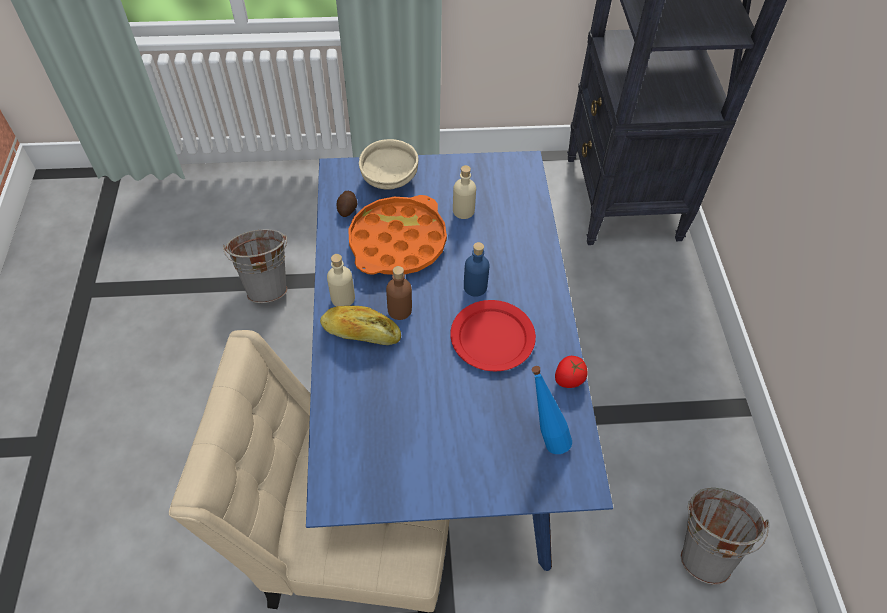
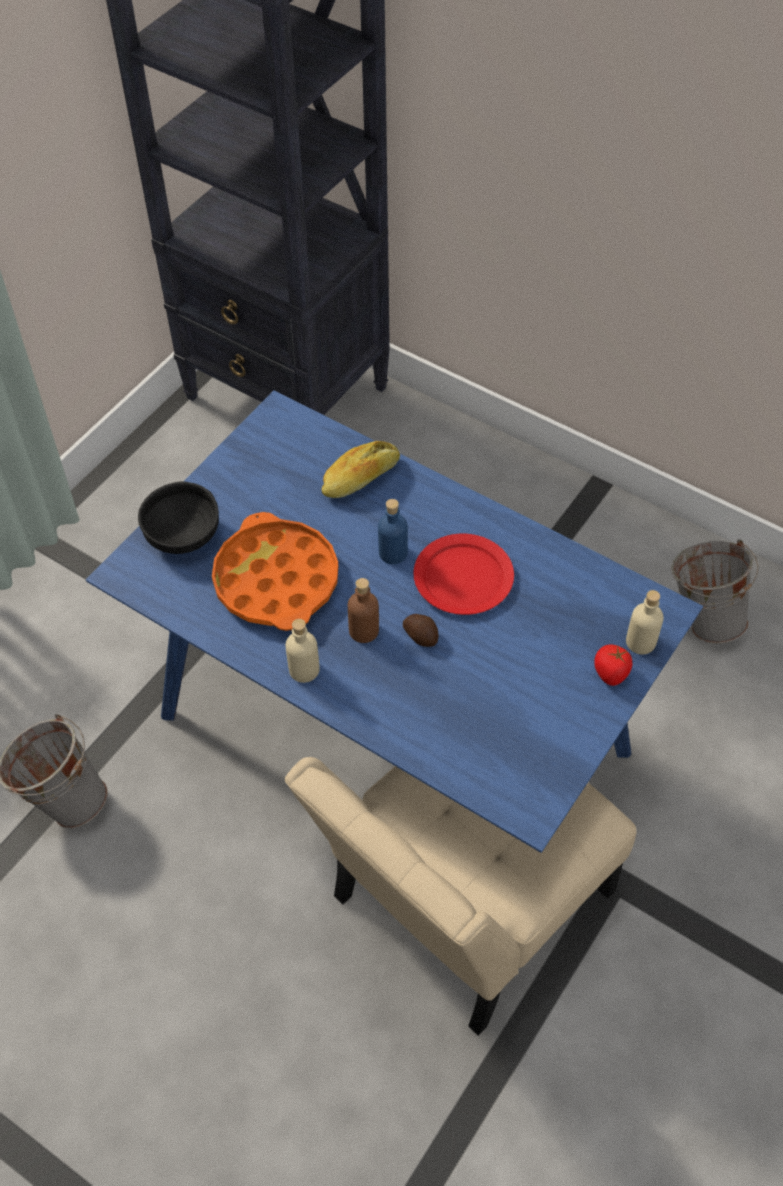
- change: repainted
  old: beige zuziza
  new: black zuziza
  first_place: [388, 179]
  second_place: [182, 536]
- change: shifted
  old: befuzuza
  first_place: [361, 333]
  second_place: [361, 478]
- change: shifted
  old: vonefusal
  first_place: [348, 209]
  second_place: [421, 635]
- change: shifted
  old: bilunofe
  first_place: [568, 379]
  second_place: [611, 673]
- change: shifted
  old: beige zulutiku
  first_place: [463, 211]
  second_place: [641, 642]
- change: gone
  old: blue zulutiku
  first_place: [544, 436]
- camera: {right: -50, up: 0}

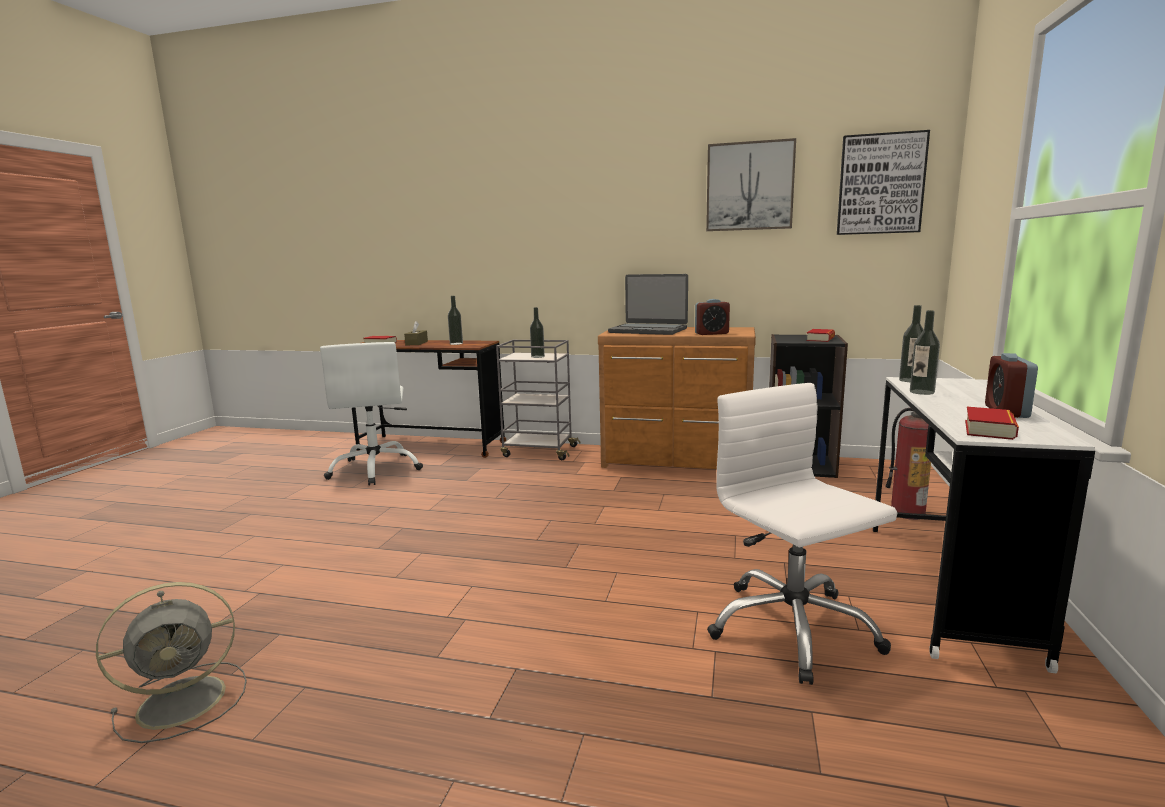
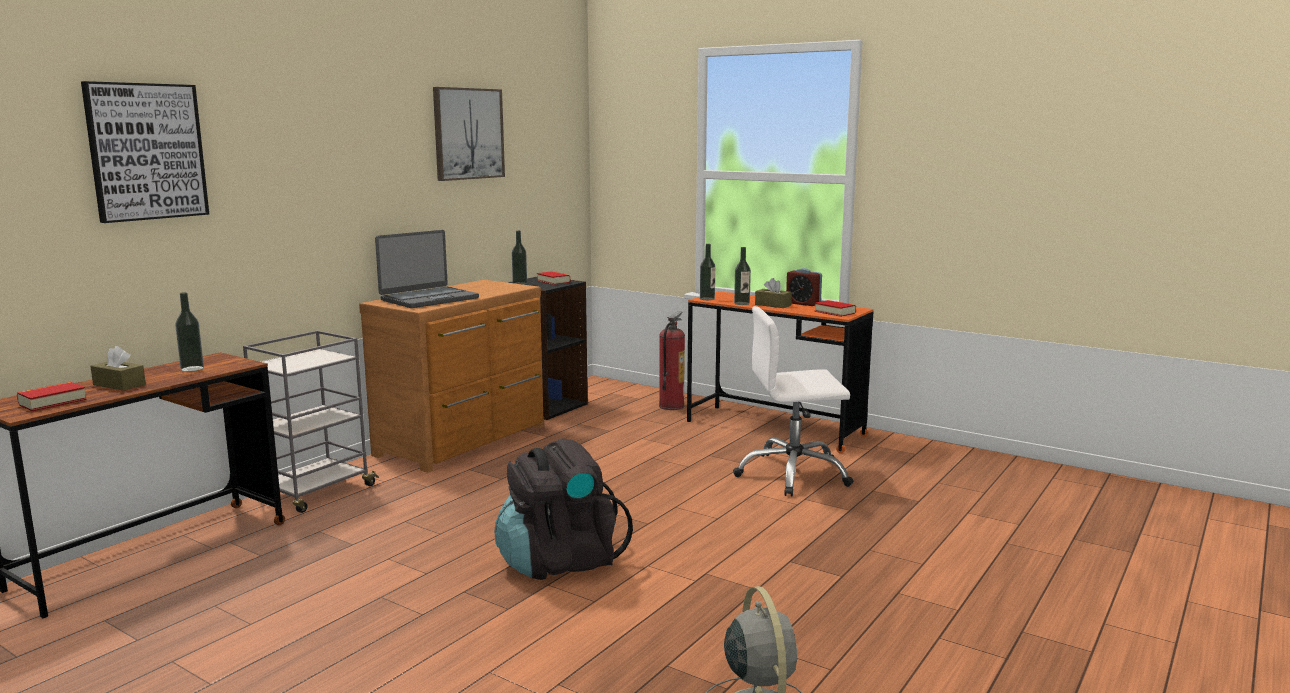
- change: shifted
  old: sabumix
  first_place: [880, 184]
  second_place: [146, 151]
- change: new
  new: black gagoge
  second_place: [559, 561]
- change: shifted
  old: zulutiku
  first_place: [537, 356]
  second_place: [519, 283]
- change: repainted
  old: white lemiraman
  new: orange lemiraman
  first_place: [945, 587]
  second_place: [774, 428]
- change: new
  new: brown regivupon
  second_place: [773, 305]
- change: gone
  old: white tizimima
  first_place: [376, 469]
- change: gone
  old: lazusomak
  first_place: [711, 333]
- camera: {right: -70, up: 0}

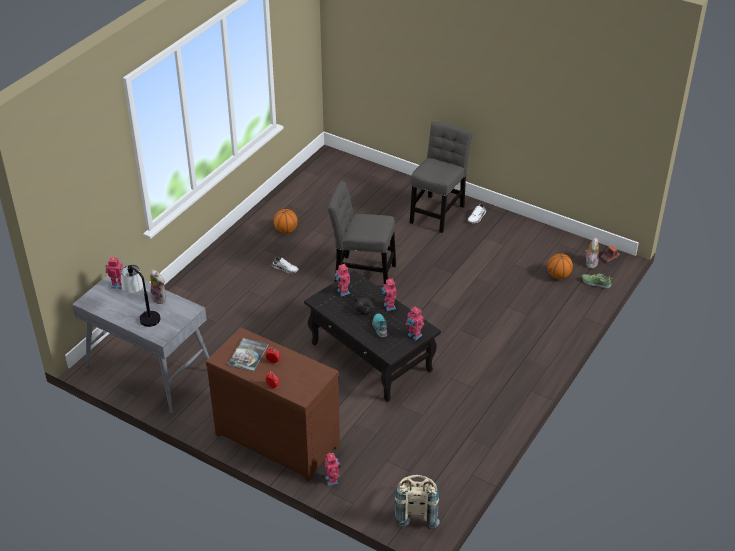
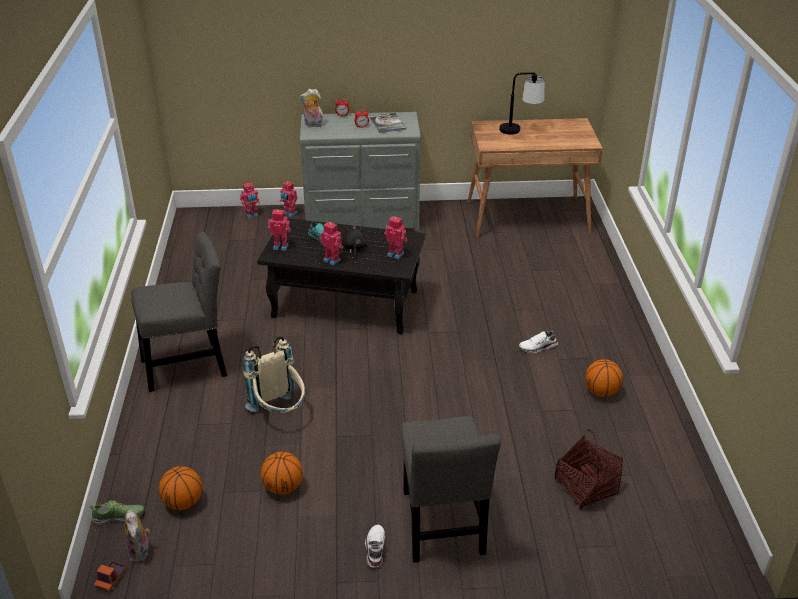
- change: shifted
  old: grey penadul
  first_place: [362, 272]
  second_place: [189, 365]
- change: shifted
  old: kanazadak
  first_place: [118, 285]
  second_place: [251, 215]
- change: shifted
  old: beige gagoge
  first_place: [416, 511]
  second_place: [280, 413]
- change: new
  new: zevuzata
  second_place: [283, 487]
- change: shifted
  old: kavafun
  first_place: [160, 298]
  second_place: [313, 125]
- change: repainted
  old: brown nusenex
  new: grey nusenex
  first_place: [278, 437]
  second_place: [363, 220]
- change: repainted
  old: grey lemiraman
  new: brown lemiraman
  first_place: [149, 370]
  second_place: [528, 217]
- change: new
  new: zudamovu
  second_place: [585, 487]
- camera: {right: 145, up: -5}

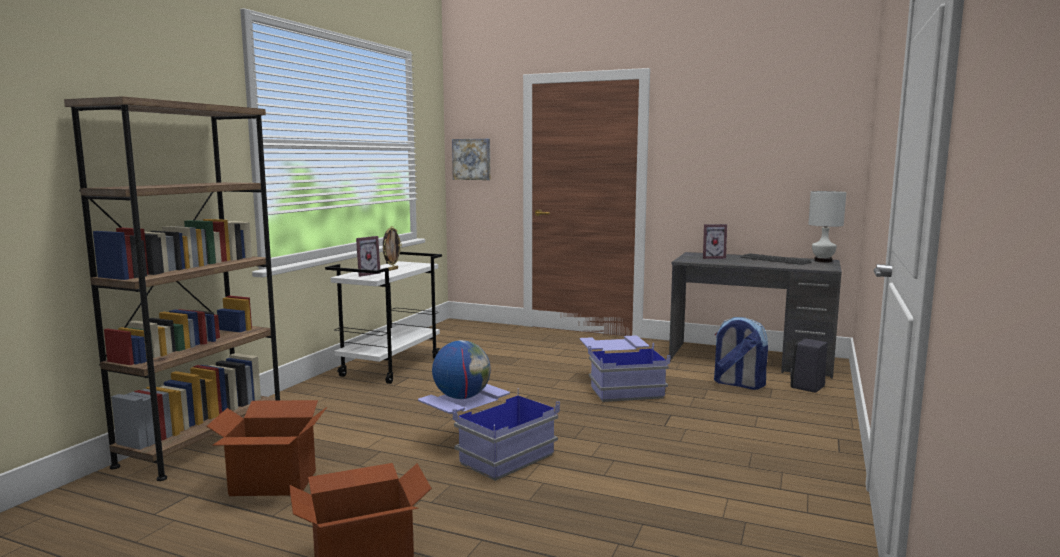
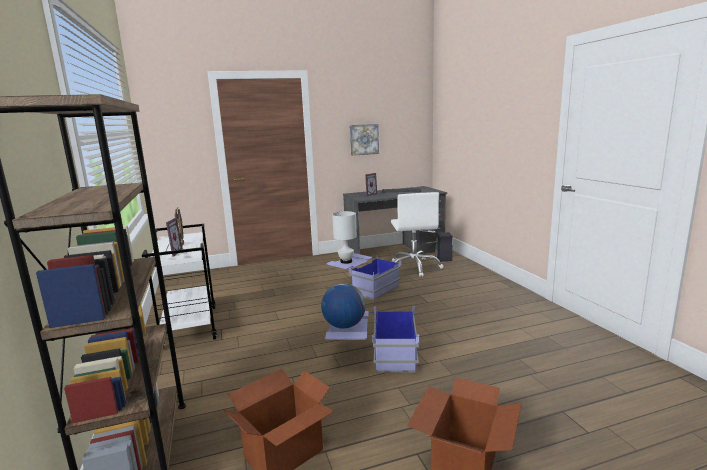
- change: shifted
  old: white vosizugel
  first_place: [822, 261]
  second_place: [346, 261]
- change: shifted
  old: sabumix
  first_place: [472, 159]
  second_place: [363, 139]
- change: swapped
  old: gagoge
  new: white tizimima
  first_place: [737, 384]
  second_place: [414, 267]
- camera: {right: -40, up: 5}

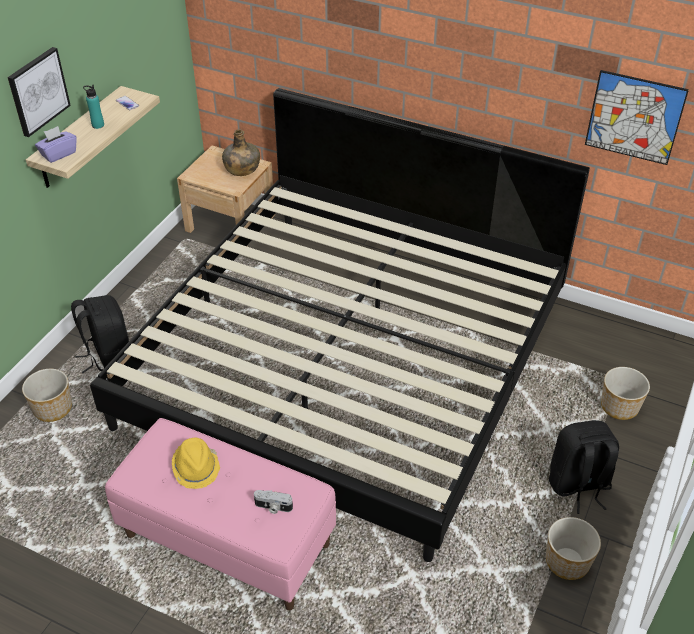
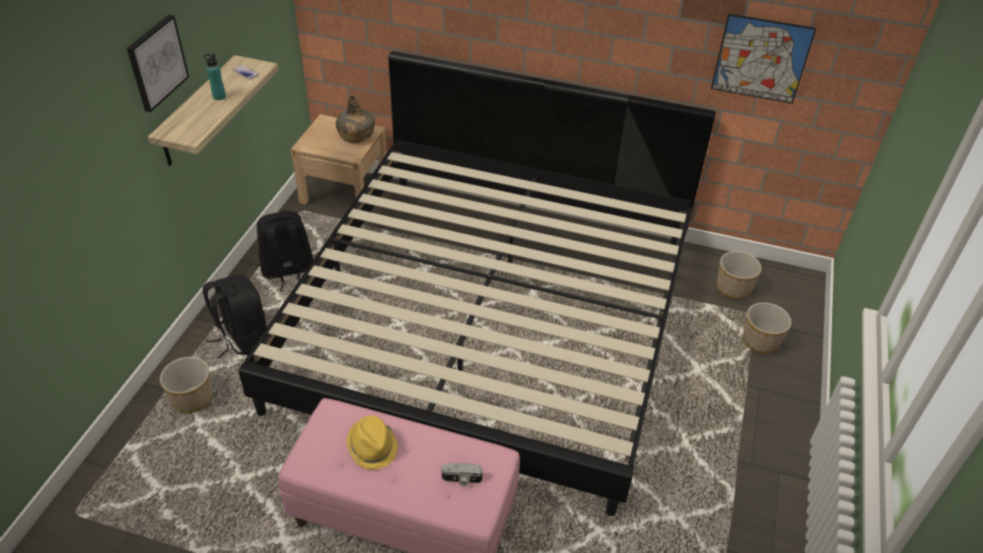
- change: shifted
  old: black gagoge
  first_place: [578, 485]
  second_place: [288, 271]
- change: shifted
  old: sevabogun
  first_place: [566, 561]
  second_place: [732, 288]
- change: gone
  old: purple regivupon
  first_place: [58, 154]
- camera: {right: -10, up: 0}

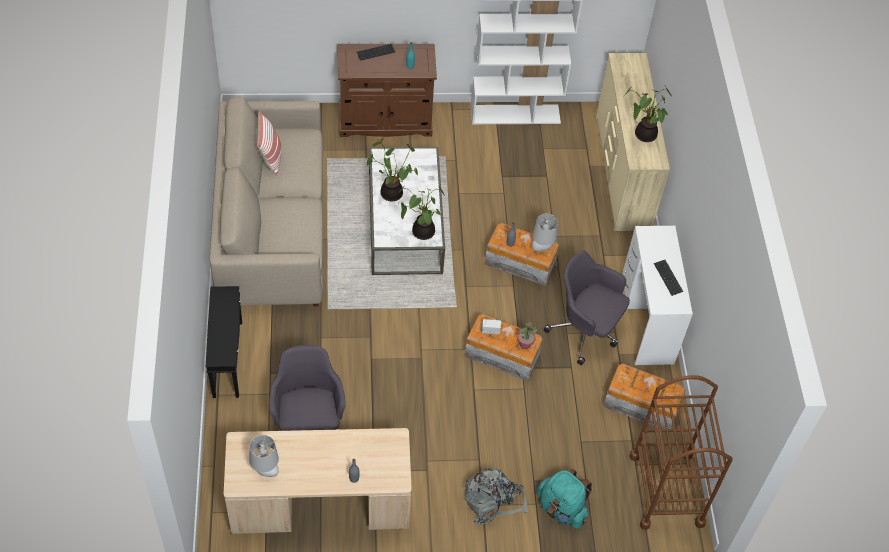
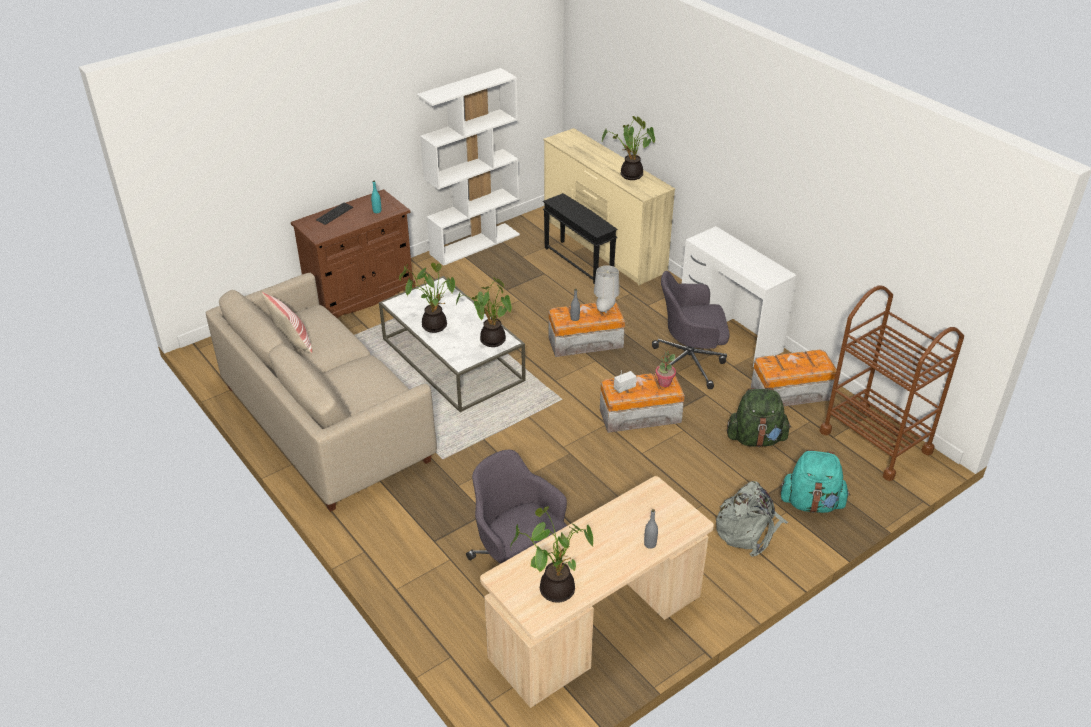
- change: swapped
  old: grey vosizugel
  new: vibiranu
  first_place: [265, 471]
  second_place: [555, 588]
- change: shifted
  old: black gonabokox
  first_place: [228, 359]
  second_place: [579, 261]
- change: new
  new: green gagoge
  second_place: [756, 439]
- change: gone
  old: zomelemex
  first_place: [668, 278]
- camera: {right: -30, up: -15}

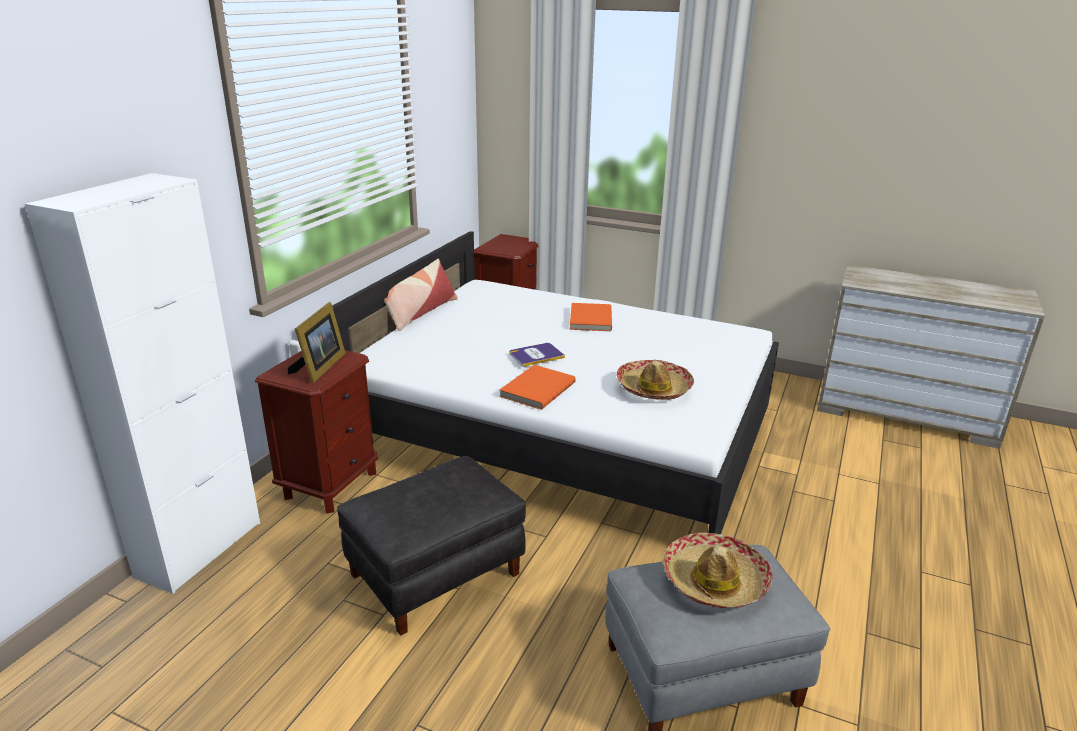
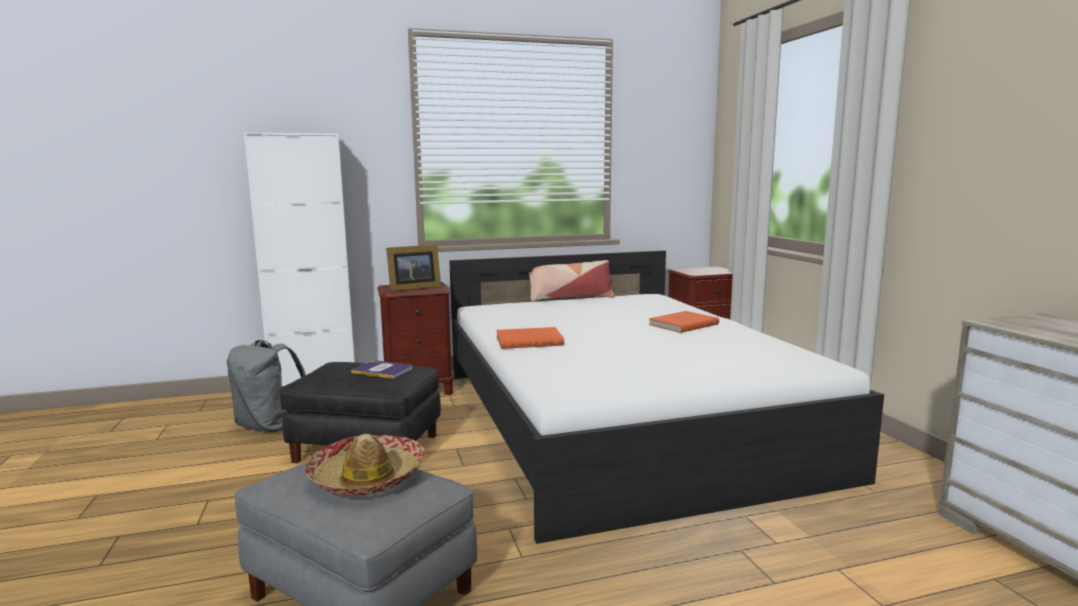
- change: new
  new: grey gagoge
  second_place: [269, 426]
- change: shifted
  old: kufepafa
  first_place: [536, 355]
  second_place: [383, 370]
- change: gone
  old: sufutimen
  first_place: [653, 388]
- camera: {right: 50, up: -15}

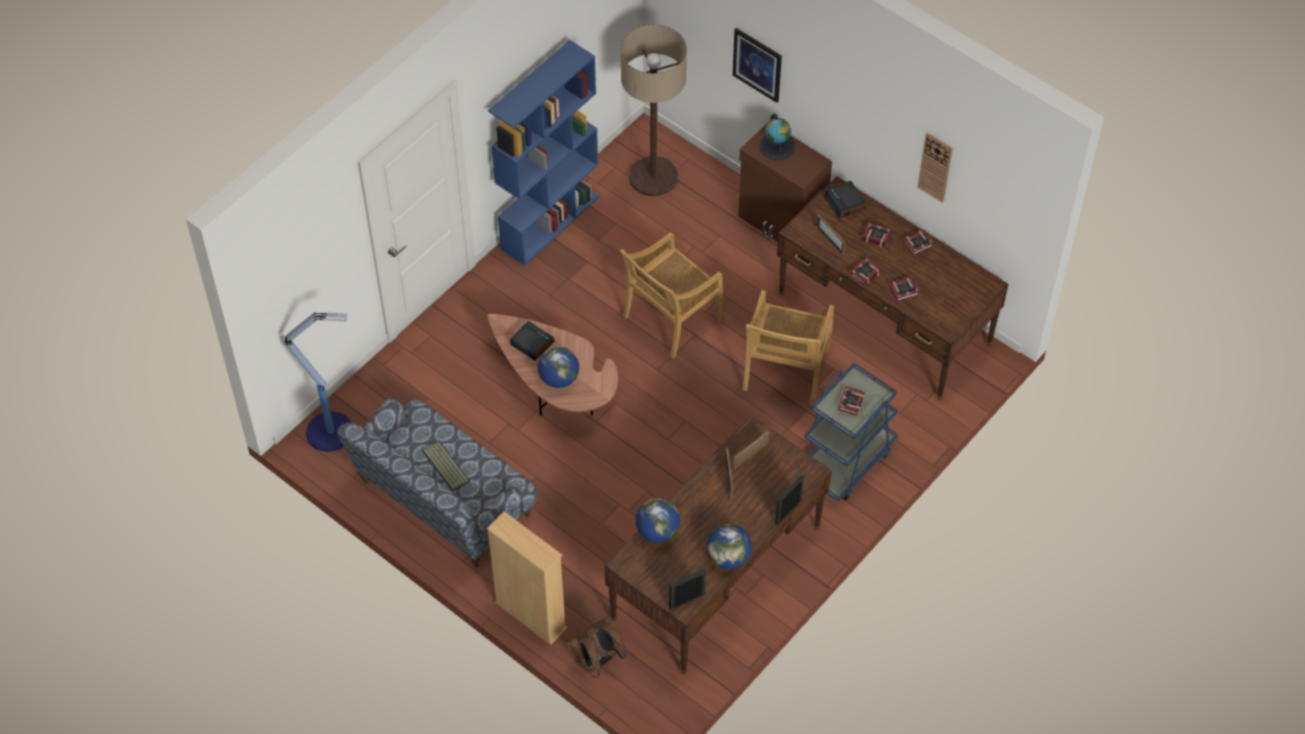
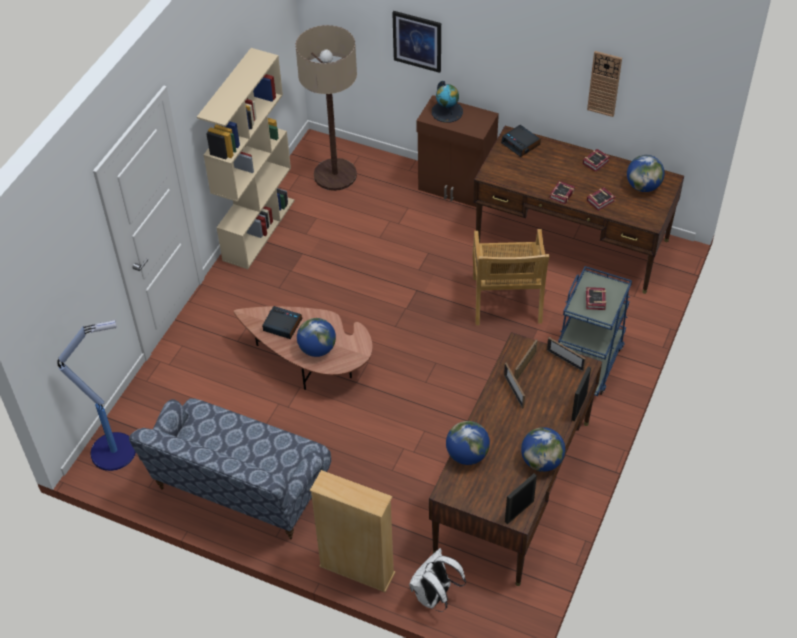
- change: repainted
  old: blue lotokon
  new: beige lotokon
  first_place: [550, 222]
  second_place: [258, 229]
- change: repainted
  old: brown gagoge
  new: white gagoge
  first_place: [597, 661]
  second_place: [434, 596]
- change: shifted
  old: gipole
  first_place: [829, 240]
  second_place: [565, 360]
- change: new
  new: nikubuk
  second_place: [643, 186]
- change: gone
  old: zomelemex
  first_place: [444, 466]
- change: gone
  old: beige penadul
  first_place: [671, 319]
- change: gone
  old: kufepafa
  first_place: [875, 235]
- camera: {right: -15, up: -5}

